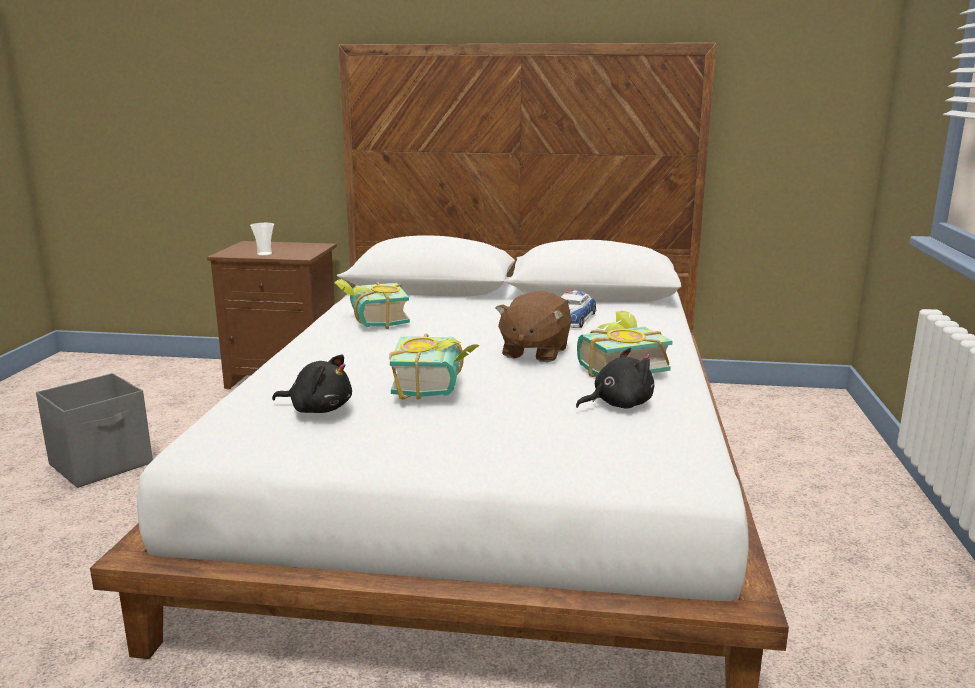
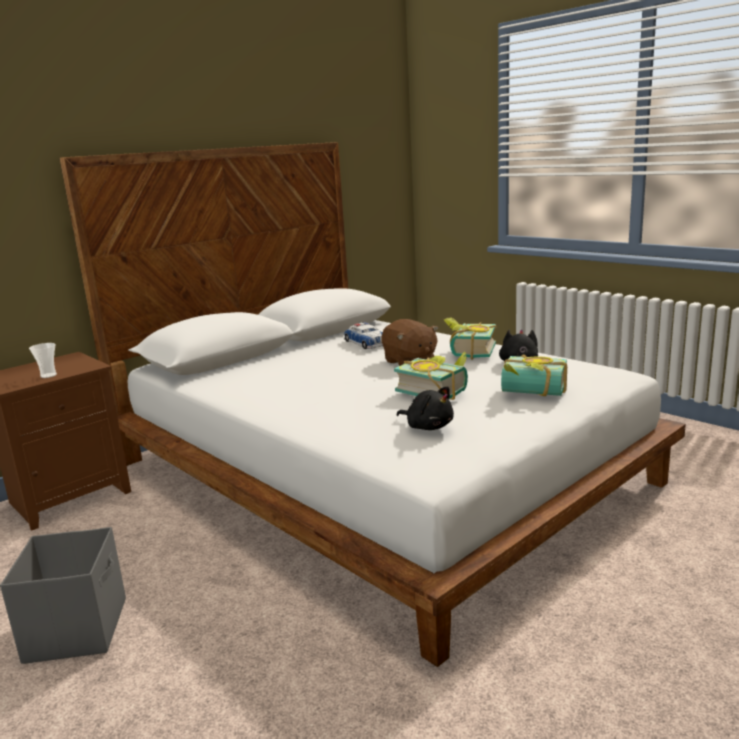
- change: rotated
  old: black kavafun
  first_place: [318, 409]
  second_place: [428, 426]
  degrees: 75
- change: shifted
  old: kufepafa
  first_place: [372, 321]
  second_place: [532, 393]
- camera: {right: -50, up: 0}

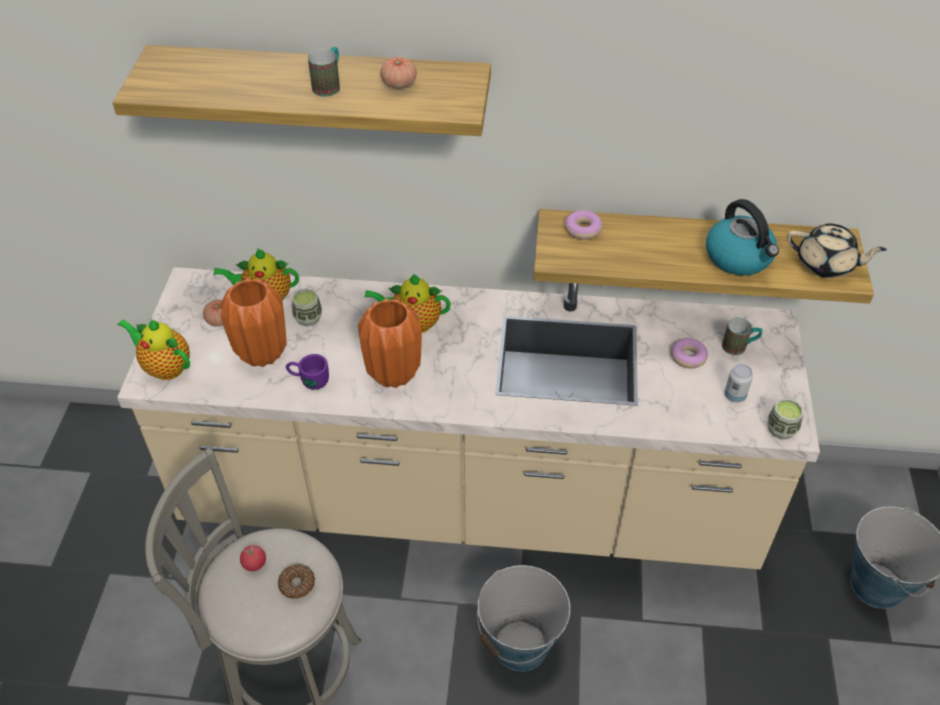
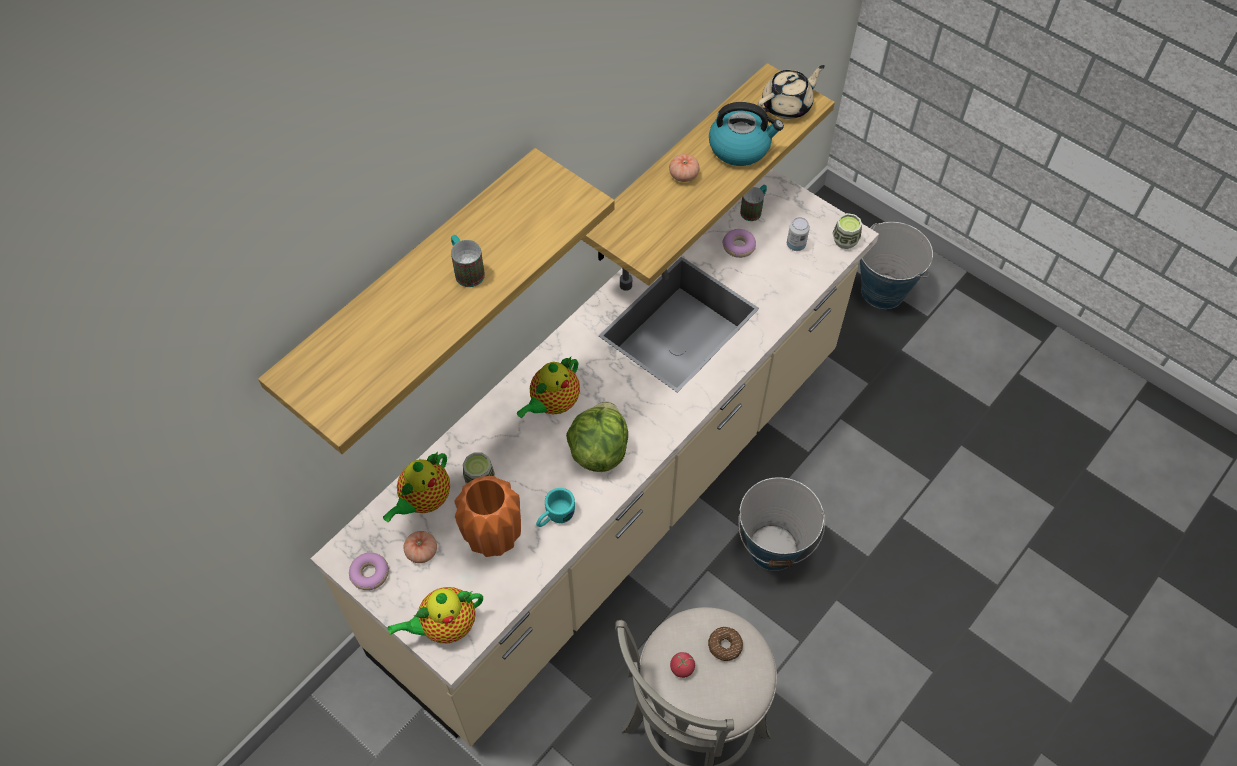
- change: shifted
  old: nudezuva
  first_place: [582, 229]
  second_place: [369, 574]
- change: repainted
  old: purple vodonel
  new: turquoise vodonel
  first_place: [308, 379]
  second_place: [554, 517]
- change: swapped
  old: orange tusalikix
  new: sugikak
  first_place: [392, 373]
  second_place: [598, 450]
- change: shifted
  old: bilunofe
  first_place: [399, 84]
  second_place: [683, 175]
- camera: {right: -55, up: 10}

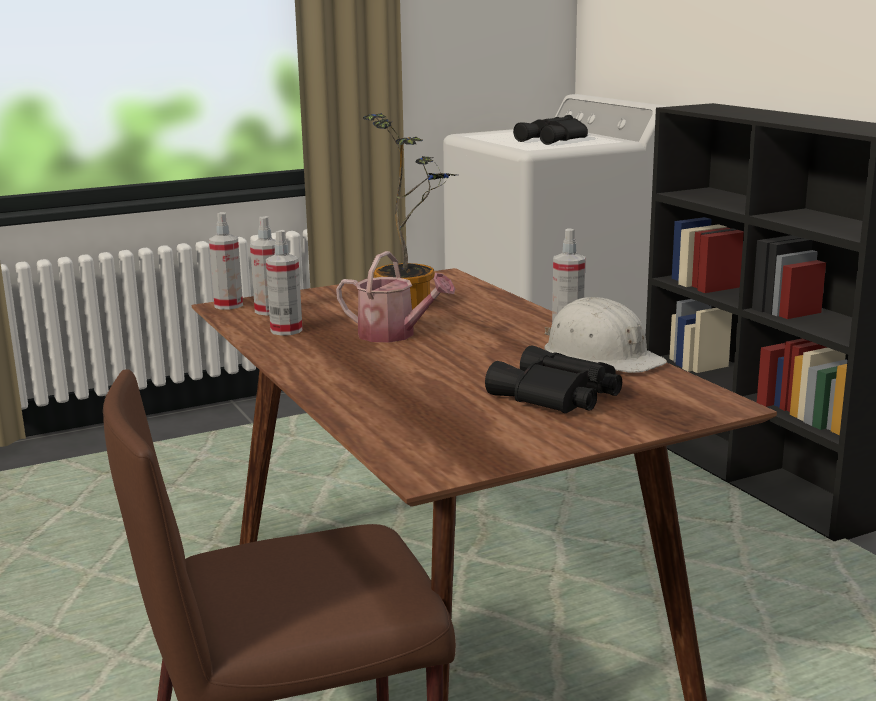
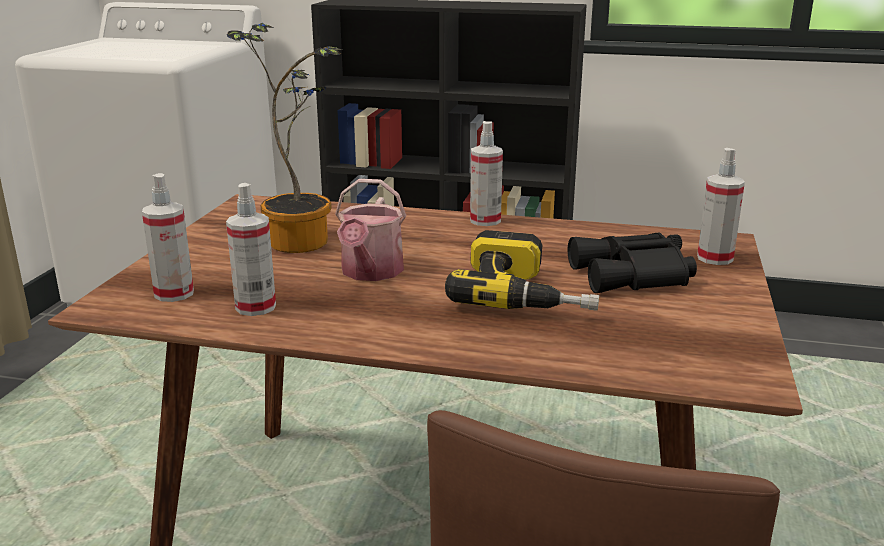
- change: rotated
  old: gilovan
  first_place: [394, 335]
  second_place: [370, 272]
  degrees: 120
- change: new
  new: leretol
  second_place: [526, 294]
- change: shifted
  old: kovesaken
  first_place: [228, 305]
  second_place: [715, 258]
- change: gone
  old: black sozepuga
  first_place: [554, 140]
- change: gone
  old: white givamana
  first_place: [601, 356]
- camera: {right: -50, up: 5}

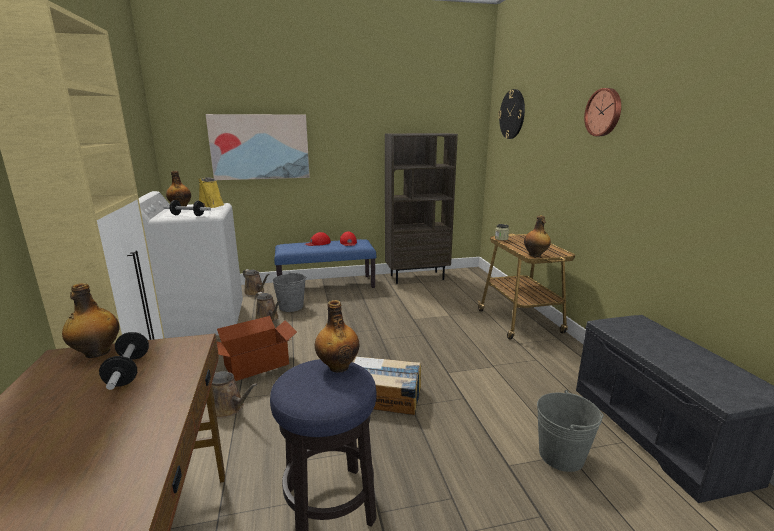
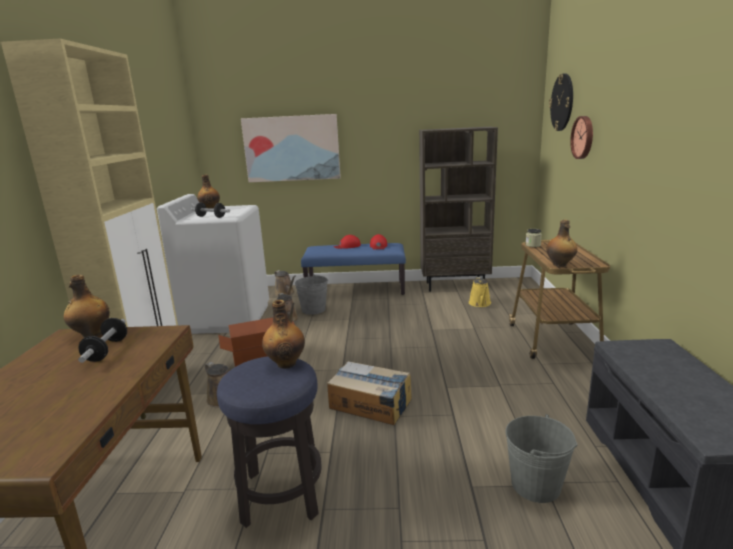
- change: shifted
  old: yellow gilovan
  first_place: [210, 206]
  second_place: [480, 304]
- change: shifted
  old: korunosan
  first_place: [604, 112]
  second_place: [583, 137]
- camera: {right: 15, up: 0}

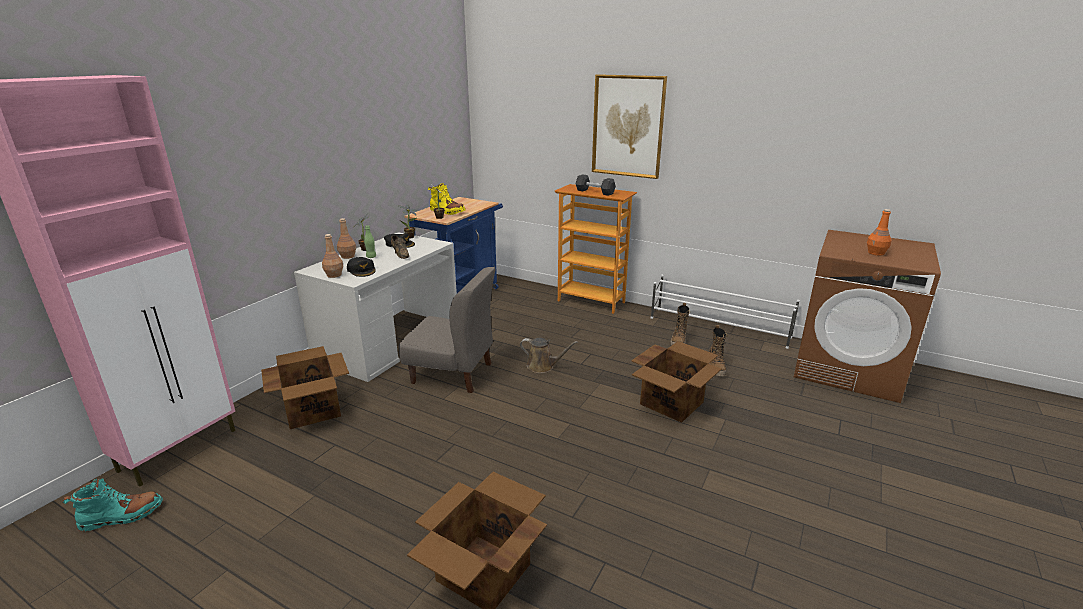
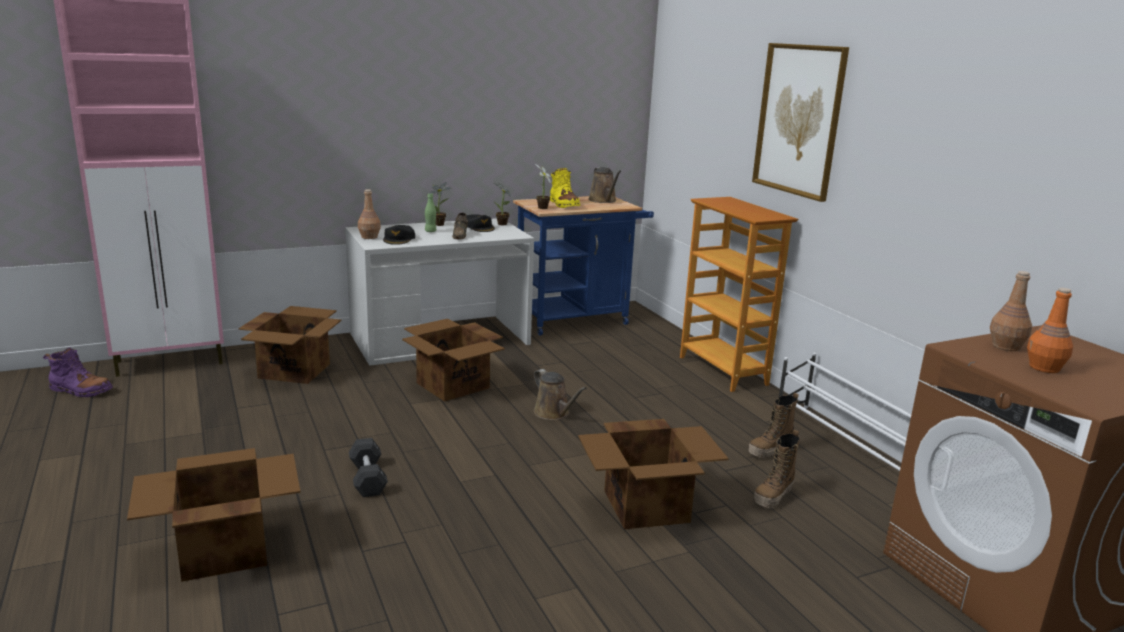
- change: repainted
  old: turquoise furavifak
  new: purple furavifak
  first_place: [121, 516]
  second_place: [80, 390]
- change: shifted
  old: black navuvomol
  first_place: [595, 192]
  second_place: [368, 478]
- change: swapped
  old: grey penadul
  new: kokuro
  first_place: [452, 373]
  second_place: [453, 386]
- change: new
  new: brown gilovan
  second_place: [603, 200]
- change: shifted
  old: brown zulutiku
  first_place: [347, 256]
  second_place: [1005, 346]
- camera: {right: 35, up: -5}

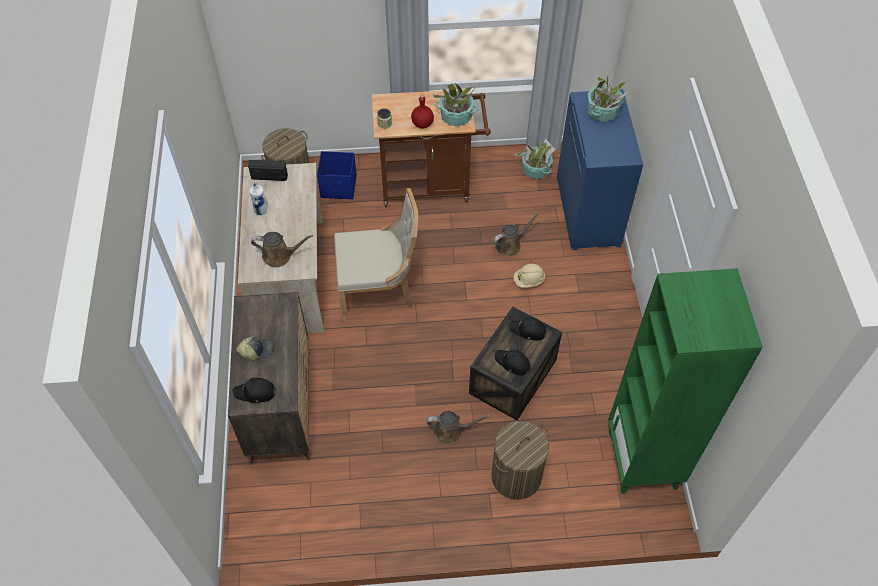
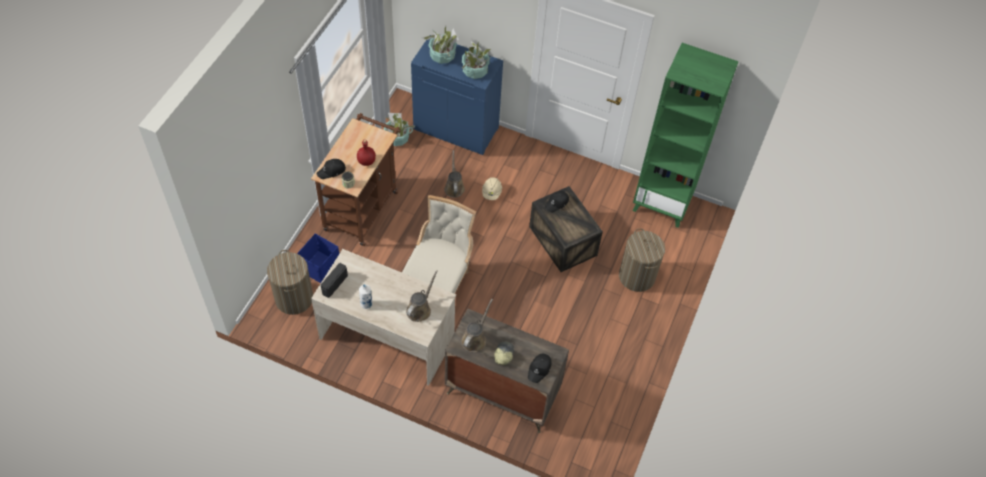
- change: shifted
  old: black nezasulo
  first_place: [512, 363]
  second_place: [332, 171]
- change: shifted
  old: brown gilovan
  first_place: [451, 431]
  second_place: [475, 339]
- change: shifted
  old: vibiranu
  first_place: [456, 116]
  second_place: [475, 70]
- camera: {right: -65, up: 0}

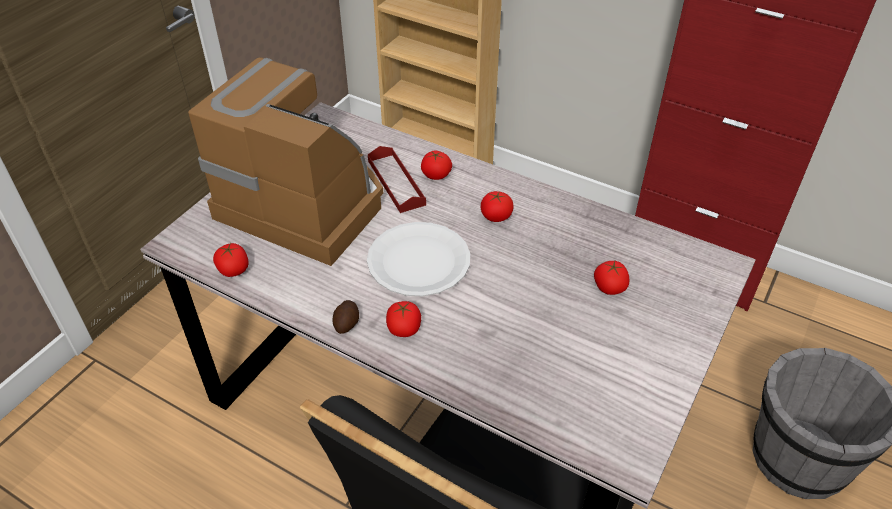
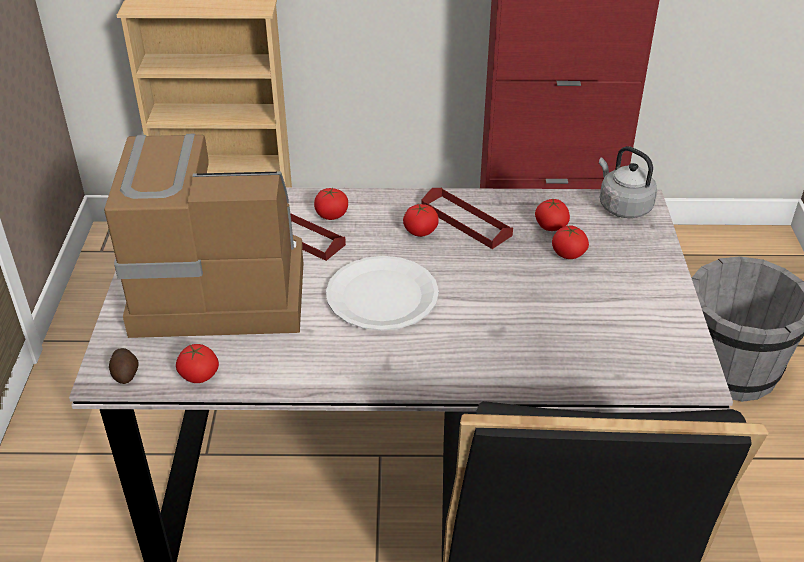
- change: shifted
  old: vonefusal
  first_place: [347, 323]
  second_place: [125, 373]
- change: new
  new: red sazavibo
  second_place: [466, 221]
- change: shifted
  old: bilunofe
  first_place: [404, 329]
  second_place: [551, 226]
- change: new
  new: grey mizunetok
  second_place: [622, 206]
- camera: {right: -30, up: -5}

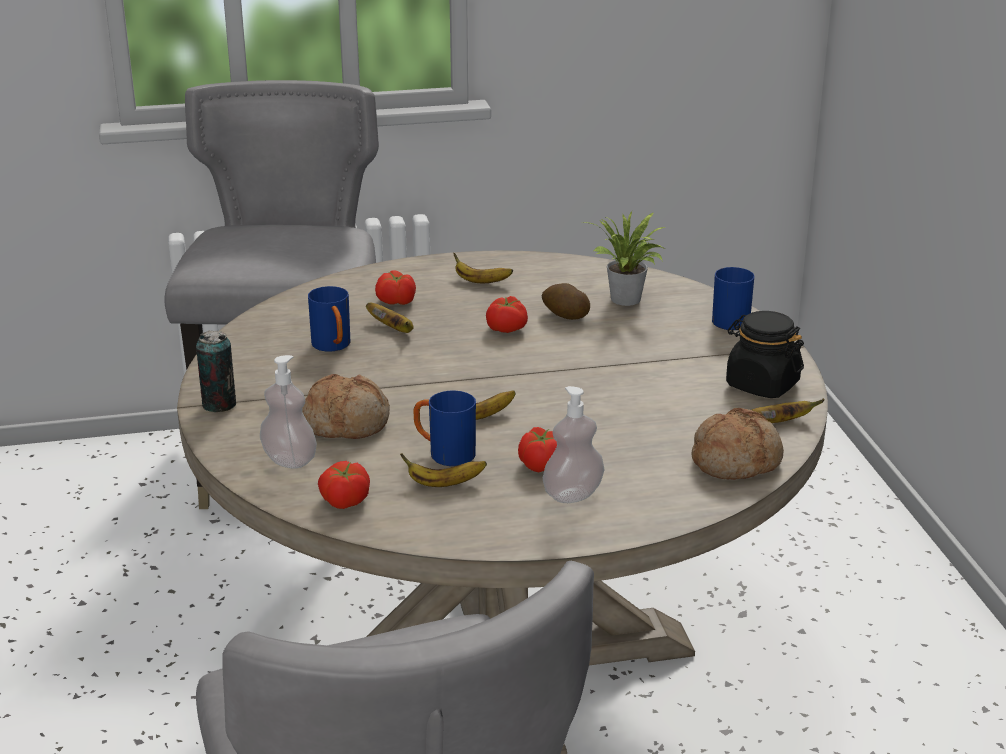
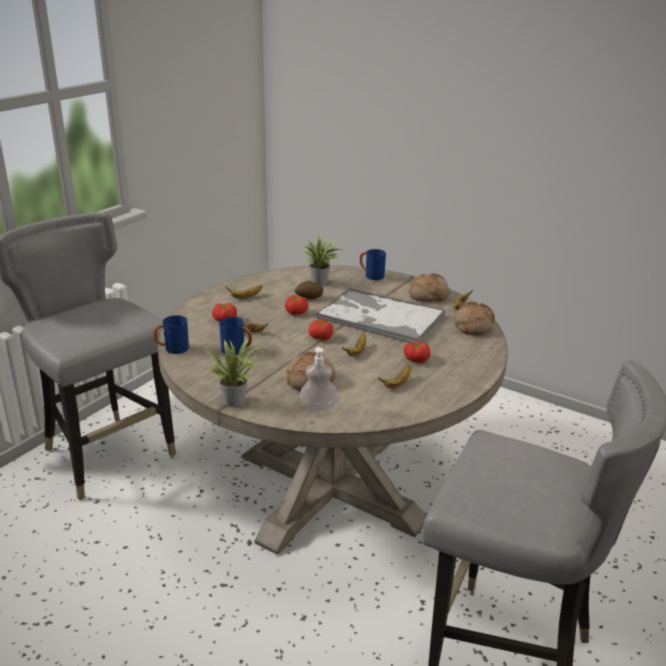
- change: shifted
  old: blue vodonel
  first_place: [444, 453]
  second_place: [172, 349]
- change: swapped
  old: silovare
  new: vibiranu
  first_place: [219, 404]
  second_place: [236, 400]
- change: shifted
  old: bilunofe
  first_place: [344, 500]
  second_place: [320, 337]
- change: new
  new: sazavibo
  second_place: [379, 316]
- change: swapped
  old: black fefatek
  new: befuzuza
  first_place: [761, 385]
  second_place: [428, 295]
- change: gone
  old: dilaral
  first_place: [573, 494]
- camera: {right: -45, up: 0}

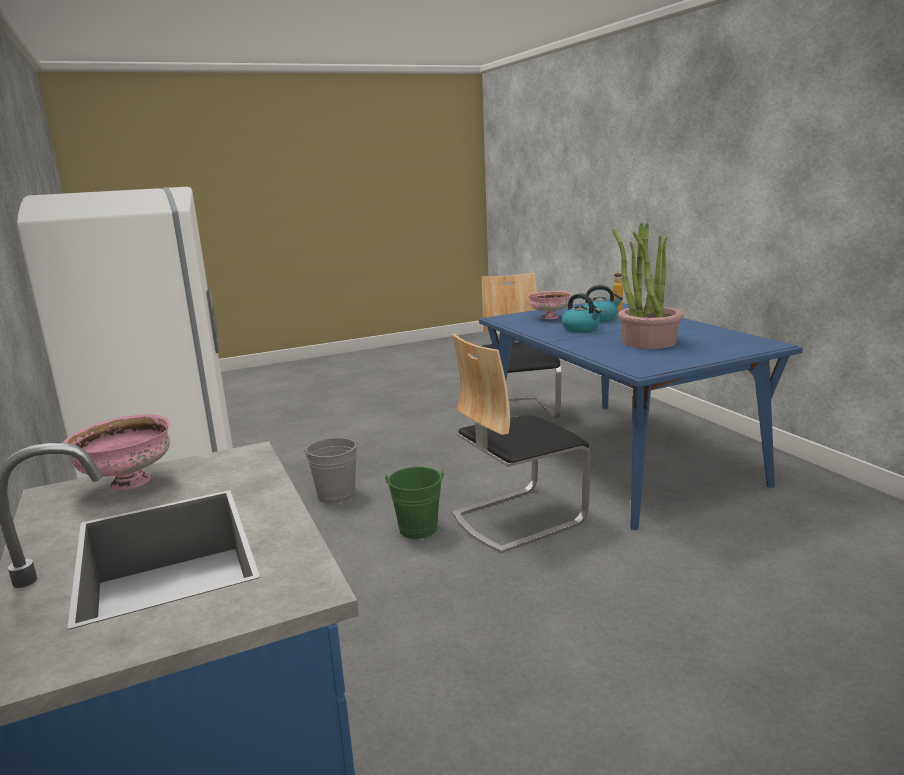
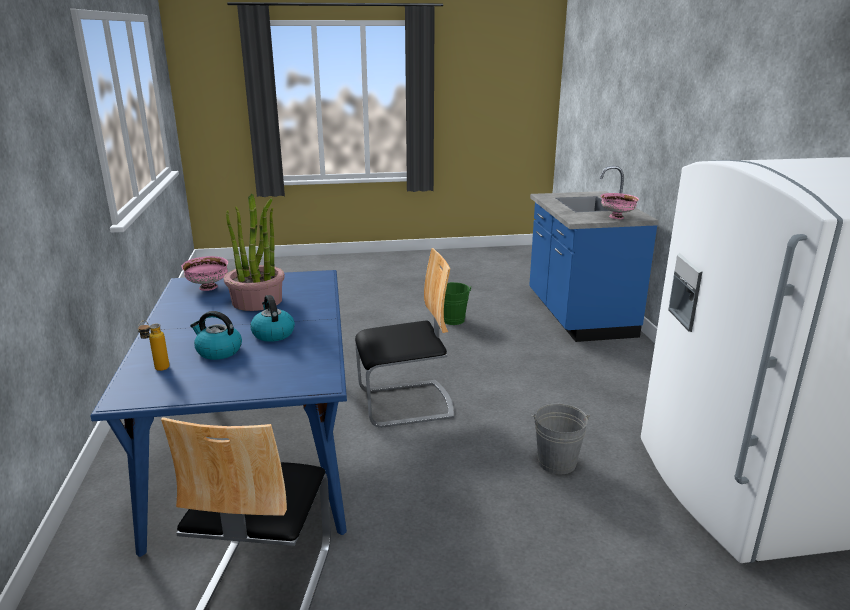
- change: shifted
  old: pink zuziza
  first_place: [549, 318]
  second_place: [208, 288]
- change: shifted
  old: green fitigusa
  first_place: [418, 527]
  second_place: [452, 321]
- camera: {right: -165, up: 5}

